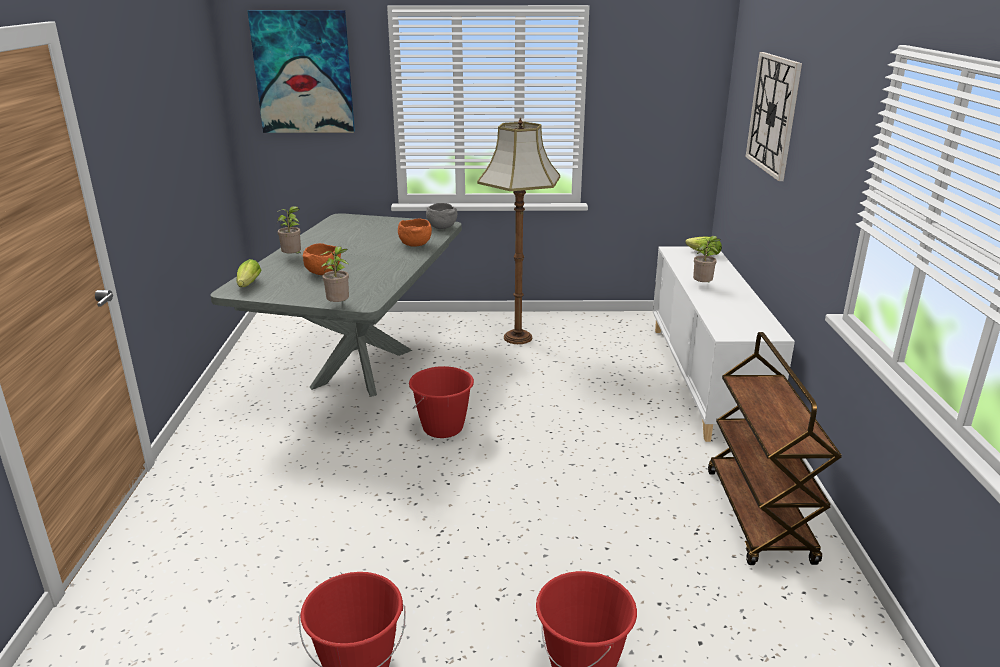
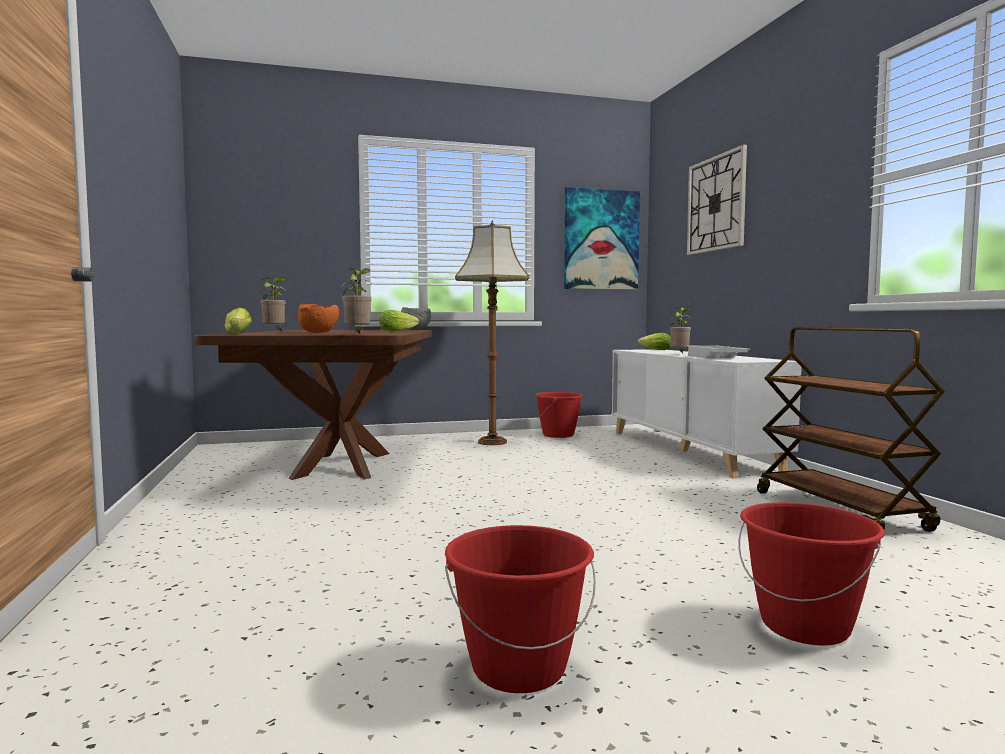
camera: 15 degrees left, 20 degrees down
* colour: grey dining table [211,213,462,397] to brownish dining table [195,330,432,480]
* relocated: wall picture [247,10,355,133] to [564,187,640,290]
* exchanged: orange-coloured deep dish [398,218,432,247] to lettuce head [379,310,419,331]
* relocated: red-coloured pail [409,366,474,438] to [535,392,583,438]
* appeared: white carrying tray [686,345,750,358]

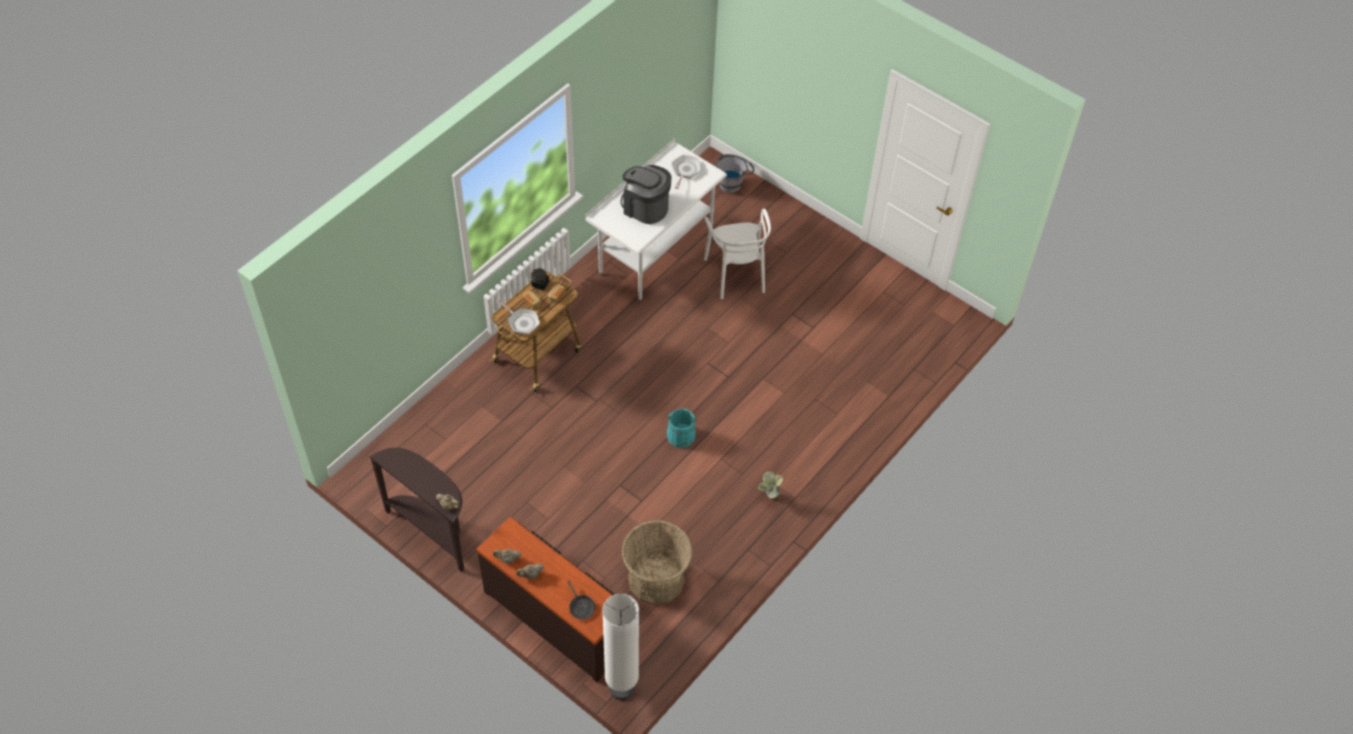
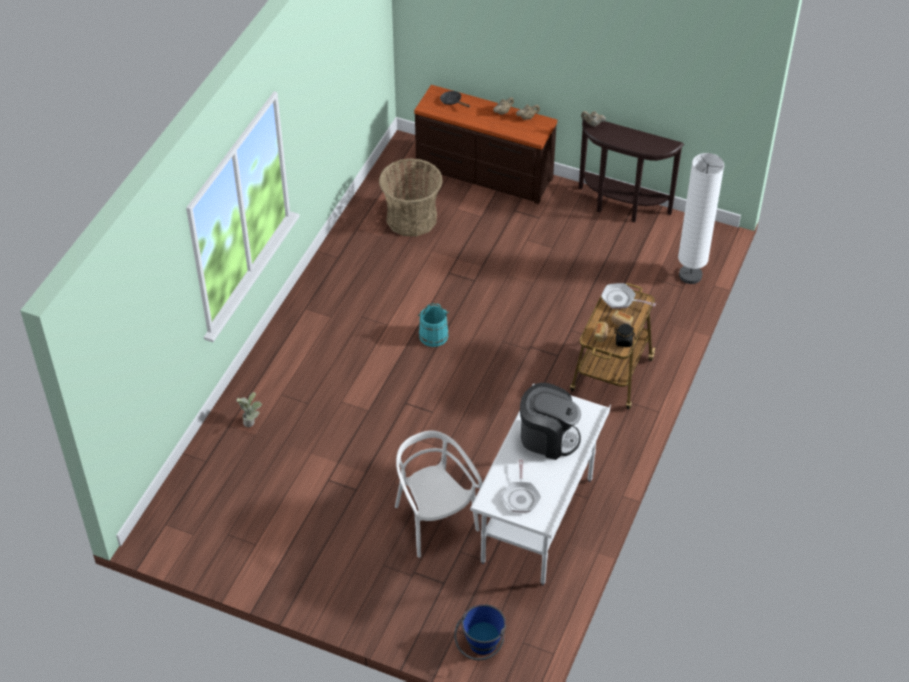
camera: 165 degrees right, 5 degrees down
* relocated: white standard lamp [602,594,639,700] to [678,153,724,284]
* colour: grey pail [715,154,754,193] to blue-coloured pail [454,604,506,660]
* relocated: plant in a pot [758,472,783,498] to [236,392,262,427]

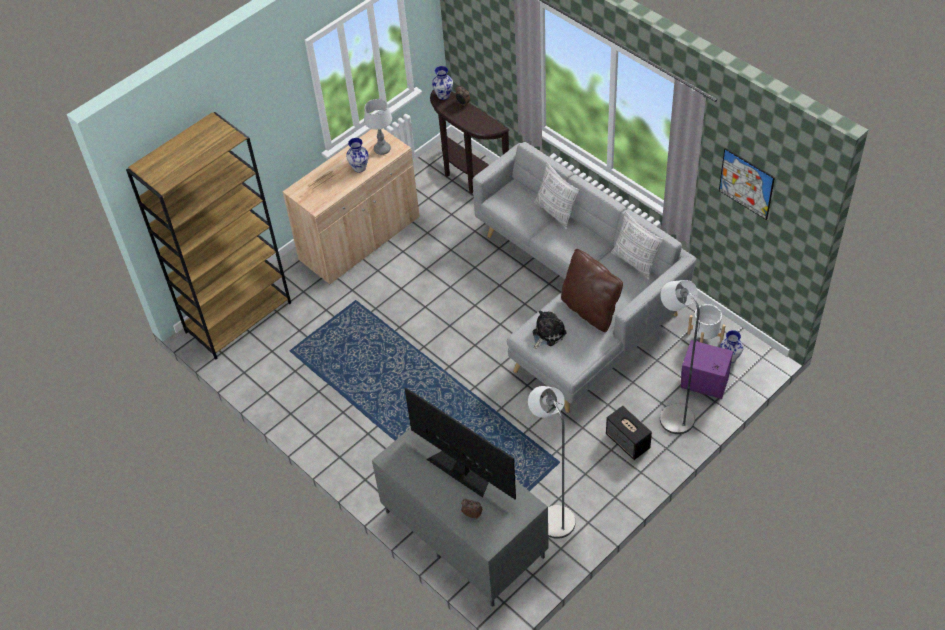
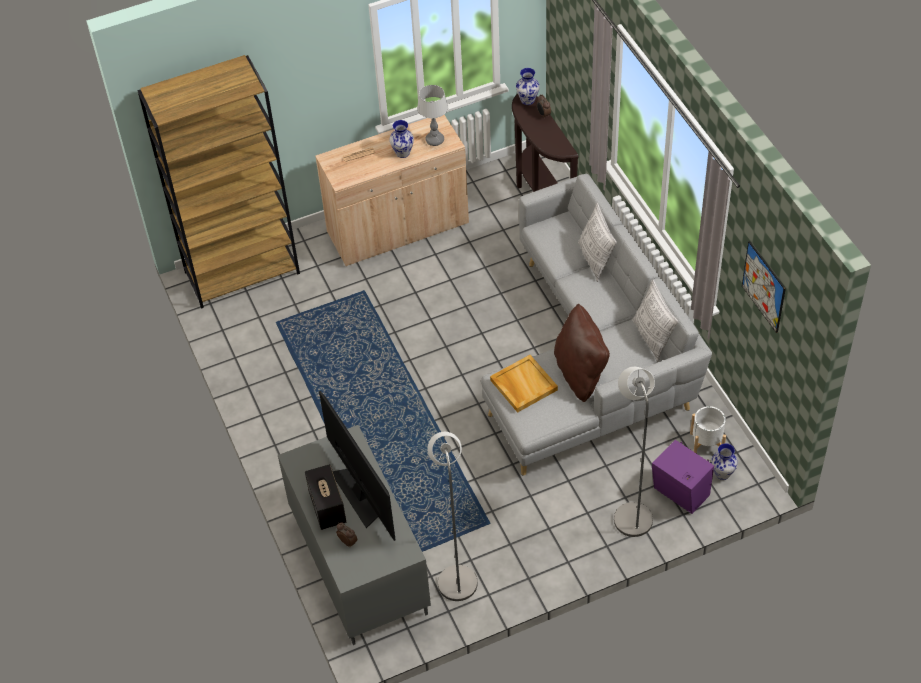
camera: 20 degrees right, 0 degrees up
* exchanged: soft toy [532,311,567,349] to beige carrying tray [490,355,558,413]
* relocated: audio speaker [606,406,652,460] to [305,464,346,530]

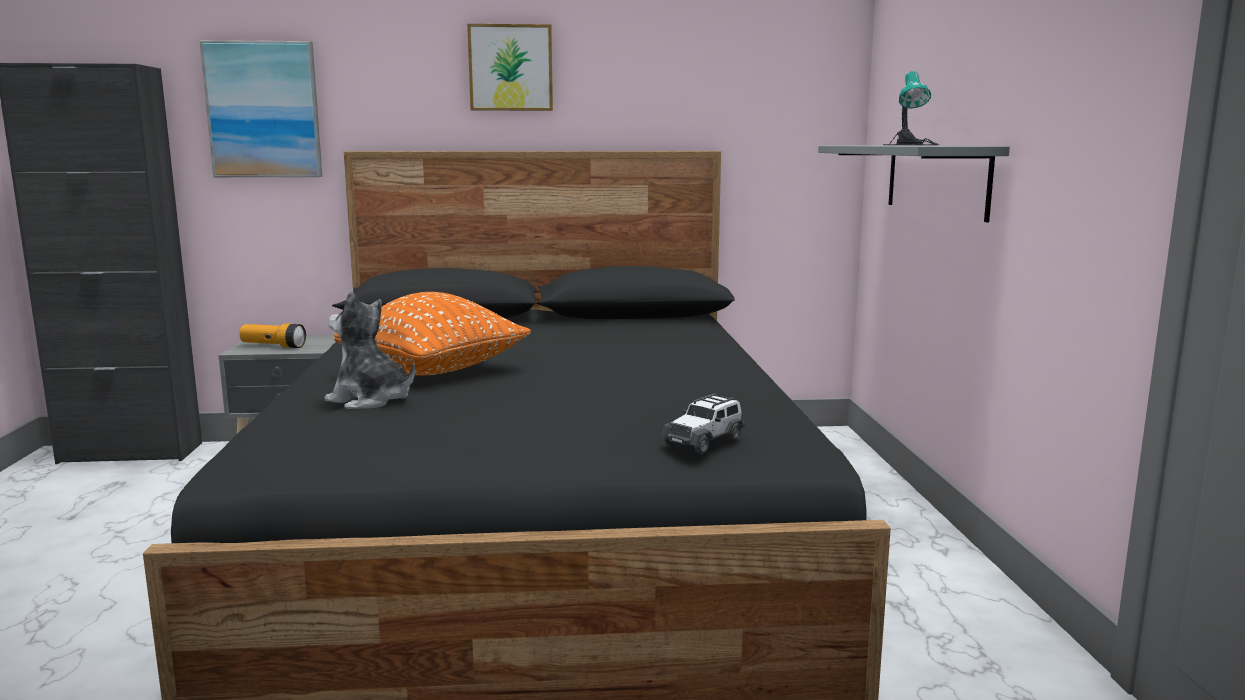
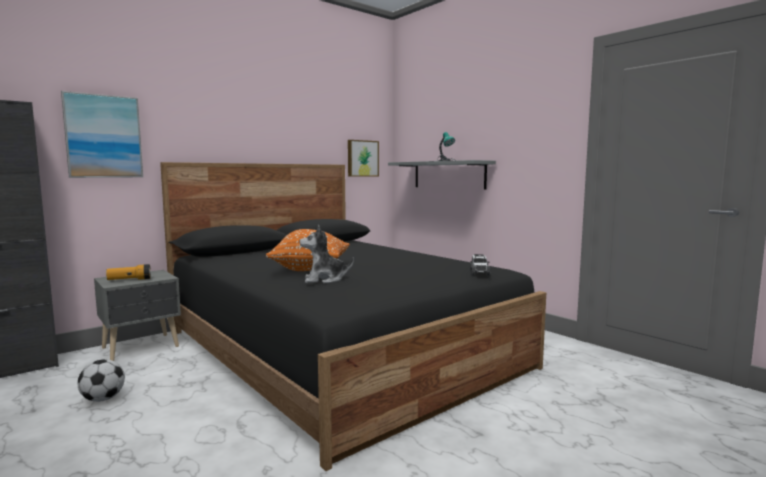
camera: 35 degrees left, 5 degrees down
* relocated: wall picture [467,24,553,111] to [348,140,379,177]
* appeared: football [78,359,125,402]

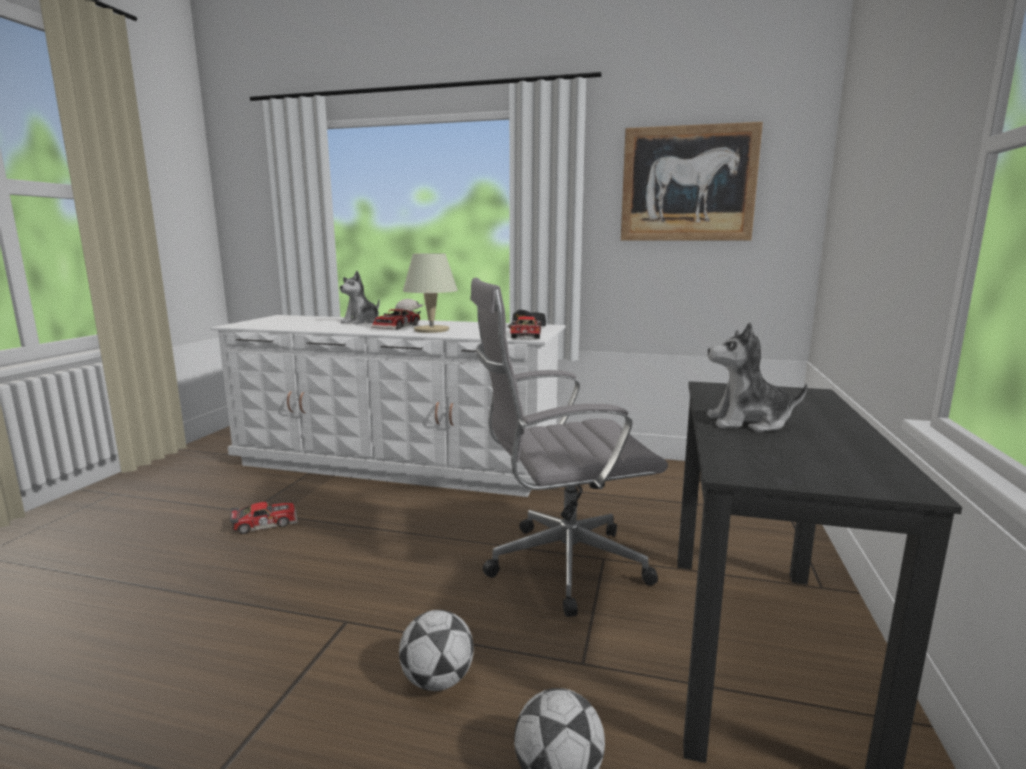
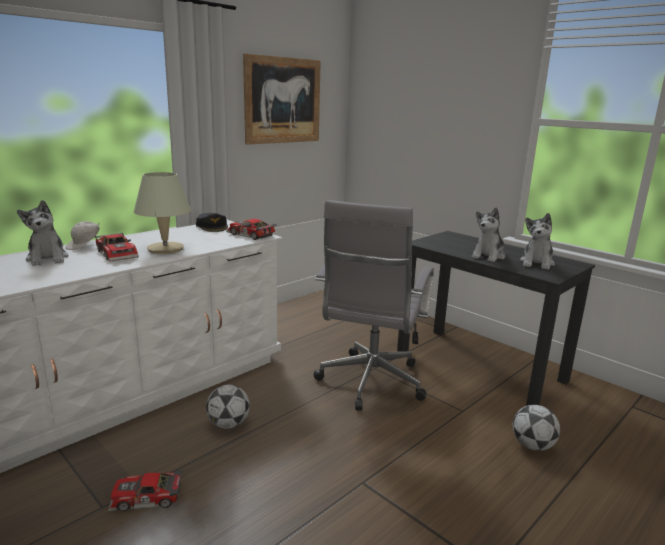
camera: 60 degrees left, 5 degrees up
* spun: miniature car [230,502,298,534] = [108,469,182,511] 105 degrees counterclockwise
* relocated: football [399,610,474,691] to [206,384,250,429]
* appeared: soft toy [520,213,555,270]

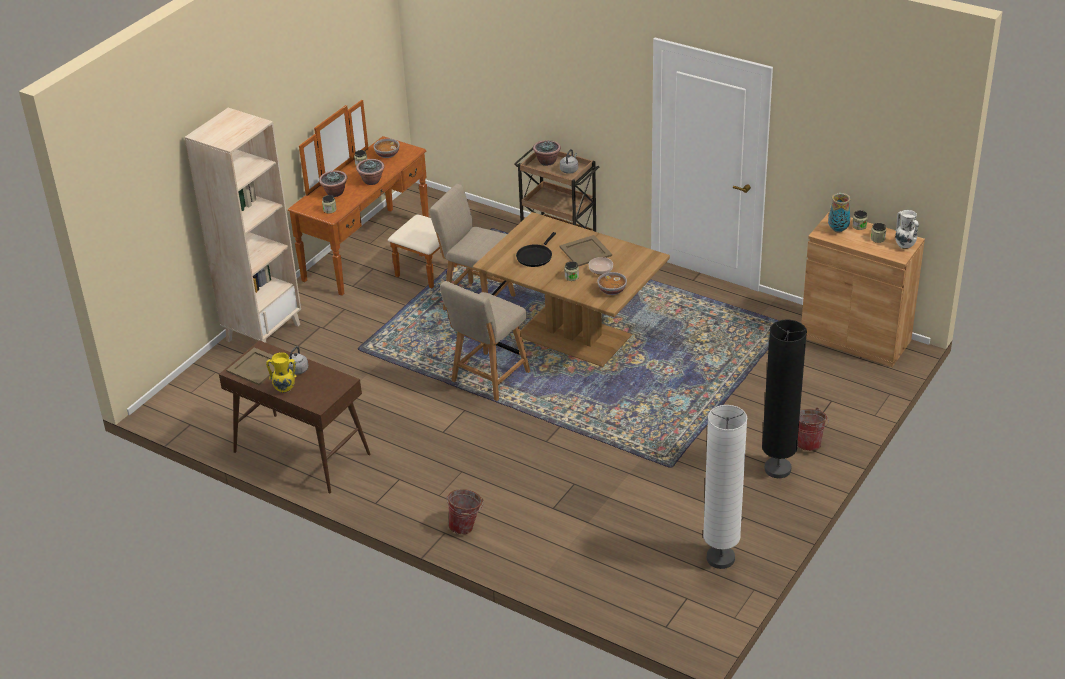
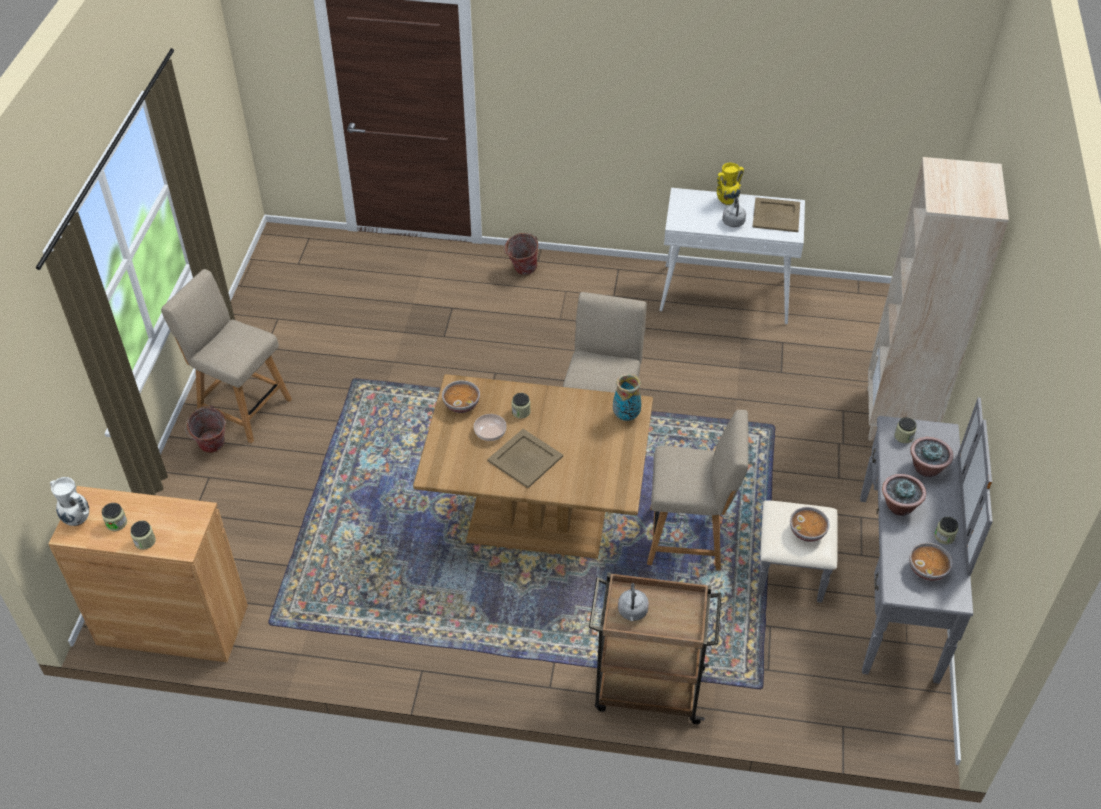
camera: 155 degrees right, 10 degrees up
* colour: brownish narrow table [219,340,370,494] to white narrow table [660,188,805,324]
* colour: brownish chest of drawers [288,100,457,296] to grey chest of drawers [757,397,993,684]
* missing: black-coloured frying pan [516,232,556,267]
* missing: plant in a pot [533,140,561,166]
* missing: white standard lamp [703,405,747,569]
* exchanged: black-coloured standard lamp [762,320,807,478] to beige chair [161,269,292,443]
* relocated: vase [828,193,851,233] to [613,373,641,421]
* appeared: deep dish [790,507,830,542]

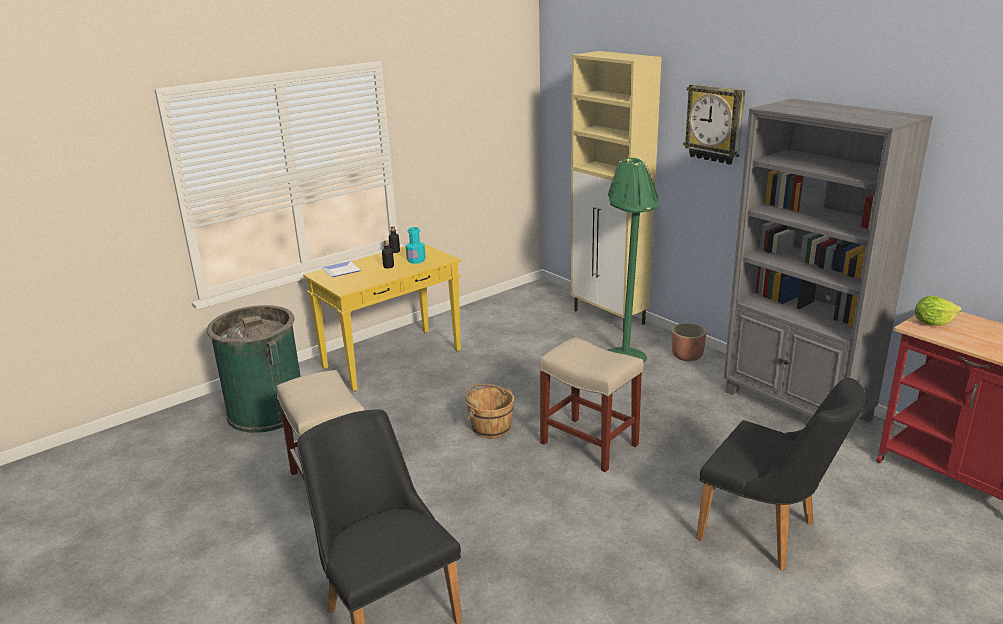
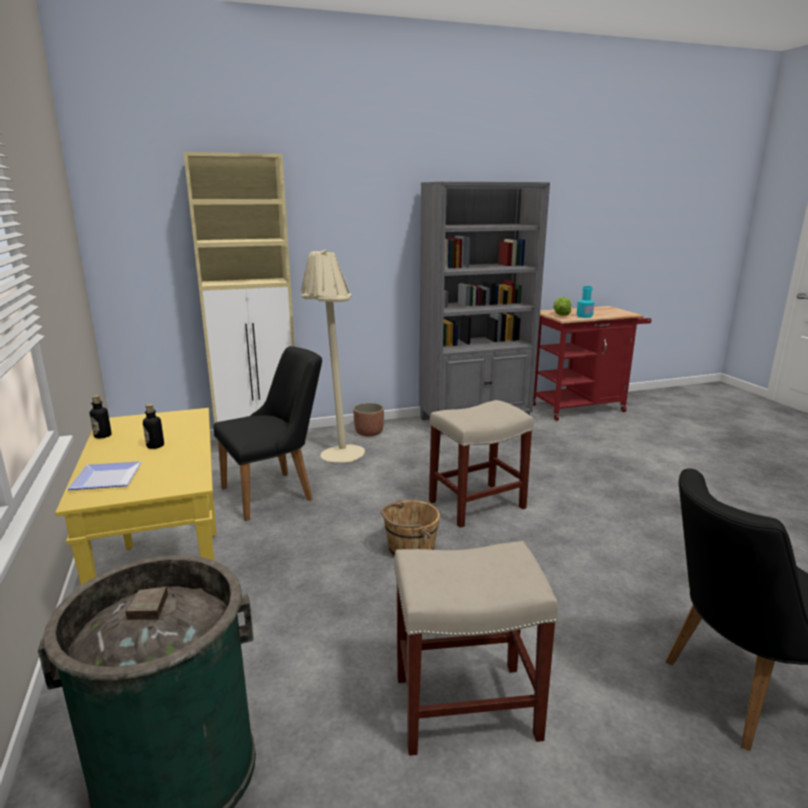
camera: 70 degrees left, 5 degrees down
* relocated: turquoise-coloured drink bottle [406,227,426,264] to [577,286,595,318]
* colour: greenish standard lamp [607,158,660,363] to beige standard lamp [301,249,365,463]
* missing: clock on the wall [683,84,745,165]
* relocated: black-coloured chair [696,378,866,570] to [213,346,322,521]

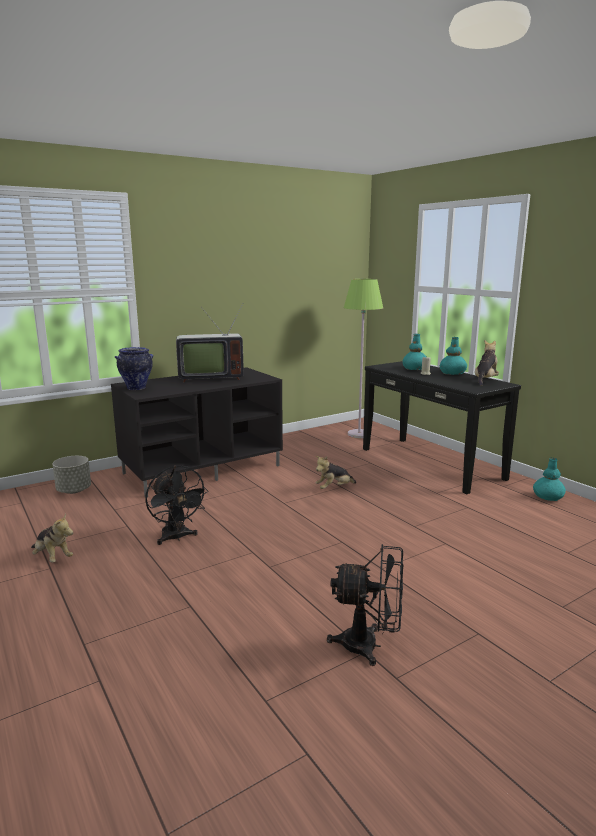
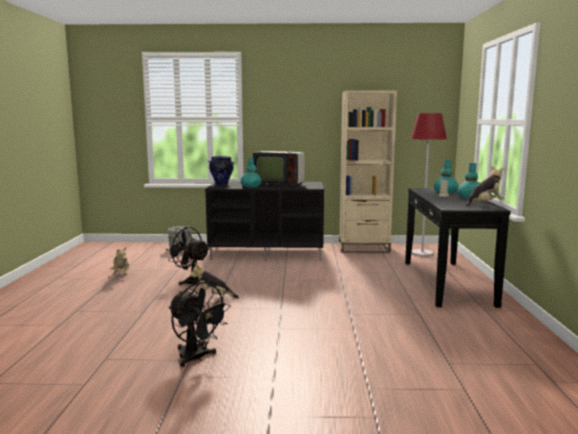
camera: 35 degrees right, 5 degrees down
* spun: black-coloured electric fan [145,465,208,545] = [165,227,210,285] 120 degrees clockwise
* relocated: soft toy [316,456,356,489] to [190,263,239,298]
* colour: greenish standard lamp [344,279,383,438] to red-coloured standard lamp [410,113,447,257]
* relocated: turquoise-coloured vase [533,458,566,501] to [241,158,262,187]
* appeared: beige bookshelf [339,90,397,253]

